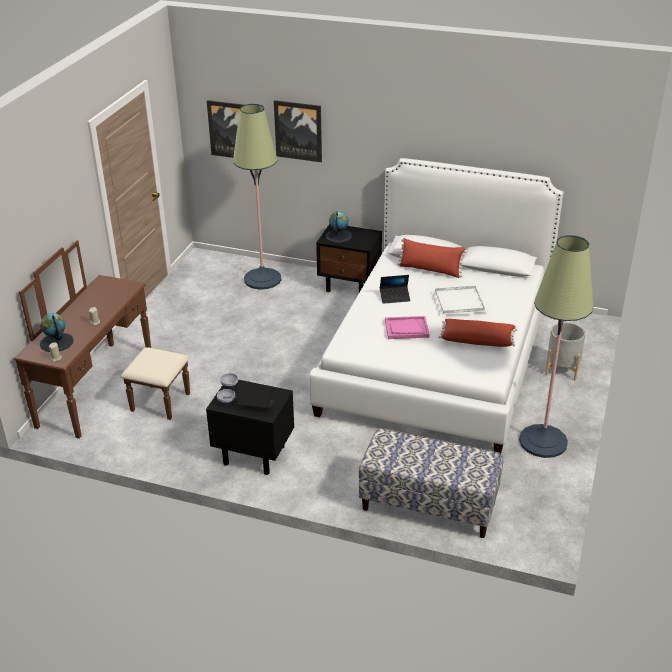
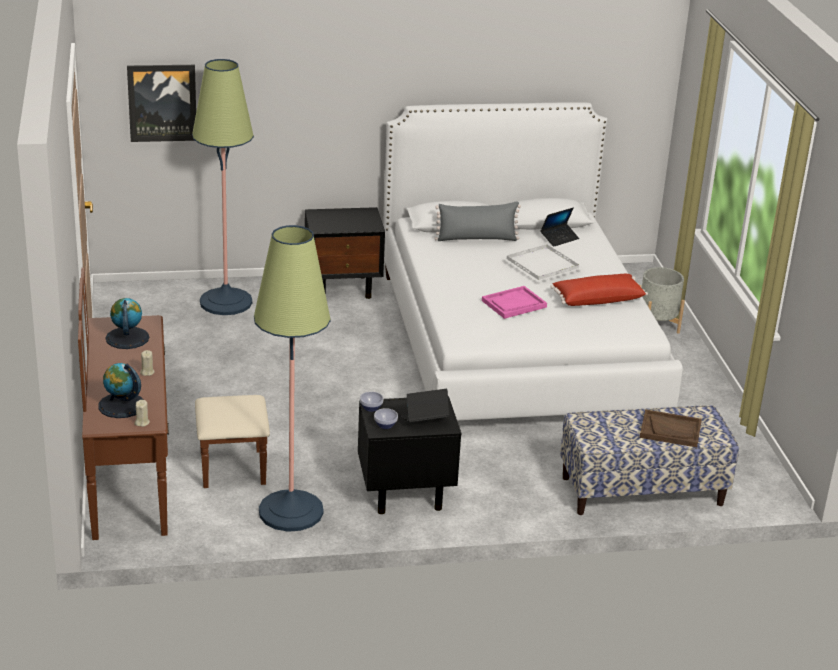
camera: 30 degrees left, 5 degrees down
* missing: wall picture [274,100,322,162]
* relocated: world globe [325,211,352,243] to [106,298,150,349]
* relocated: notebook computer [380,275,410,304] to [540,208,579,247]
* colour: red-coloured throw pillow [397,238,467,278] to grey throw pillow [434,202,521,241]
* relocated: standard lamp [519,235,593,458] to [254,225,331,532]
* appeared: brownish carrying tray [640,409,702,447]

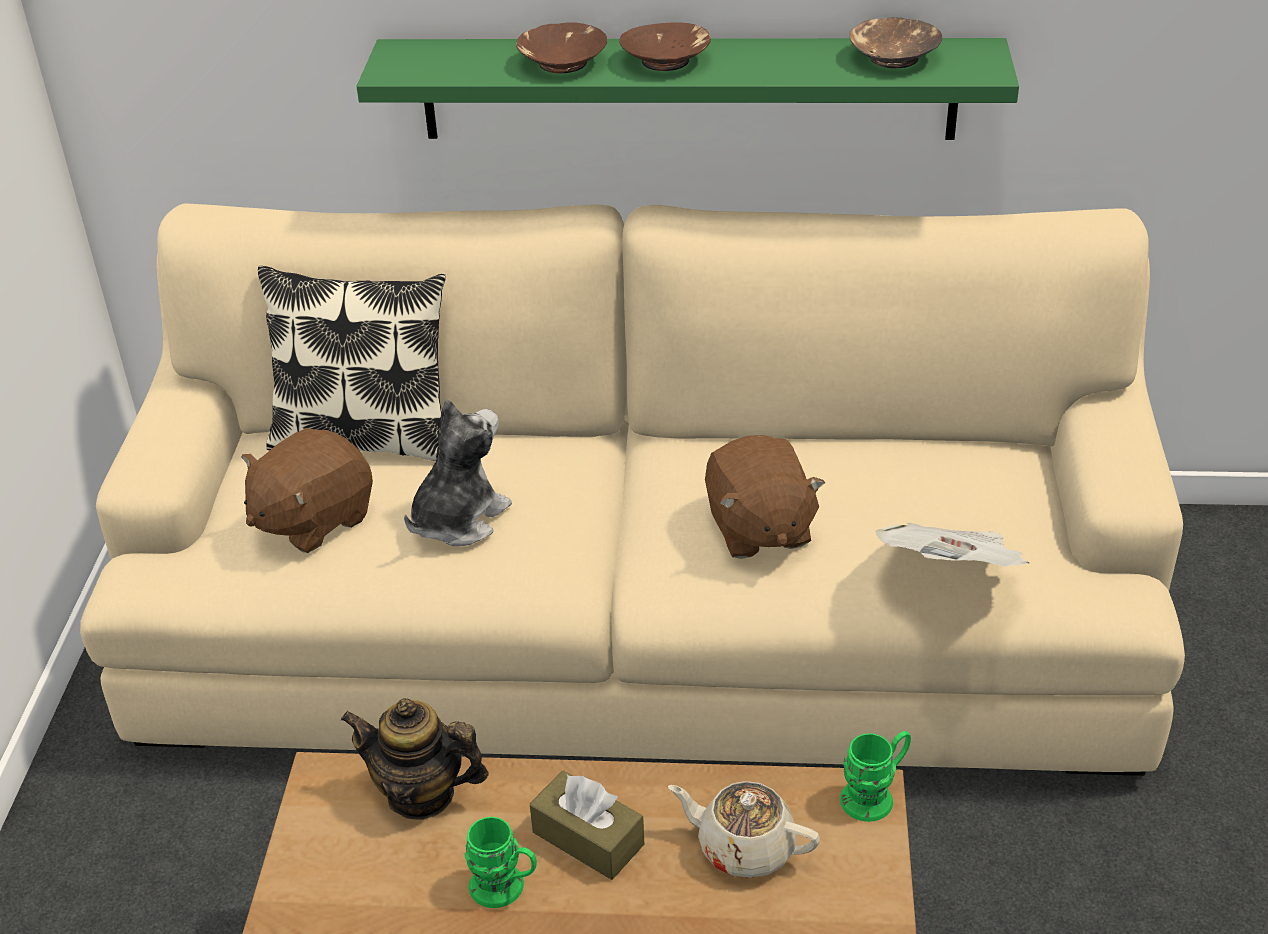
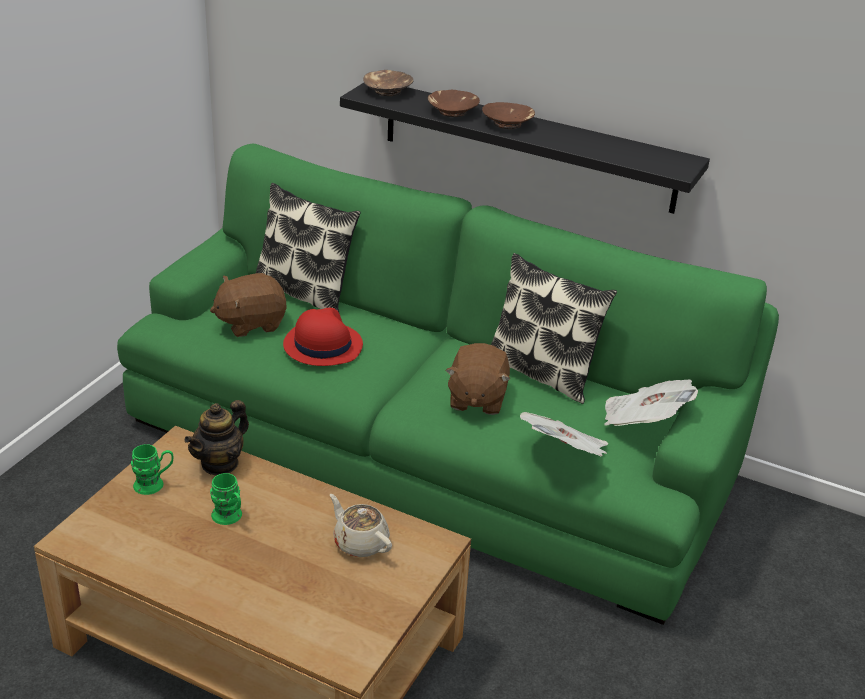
camera: 20 degrees right, 5 degrees down
* colour: beige couch [80,204,1185,776] to greenish couch [117,144,779,625]
* spun: tea pot [341,698,489,820] = [184,400,249,476] 90 degrees counterclockwise
* colour: greenish wall shelf [356,38,1019,140] to black-coloured wall shelf [340,83,710,214]
* exchanged: soft toy [404,399,512,546] to red-coloured wearable hat [283,308,363,366]
* missing: brownish tissue holder [530,770,644,880]
* relocated: greenish tea mug [840,731,911,822] to [131,444,173,495]
* relocated: brownish deep dish [849,17,942,68] to [363,70,414,96]
* appeared: throw pillow [491,253,617,404]
* appeared: printed paper [604,379,698,426]

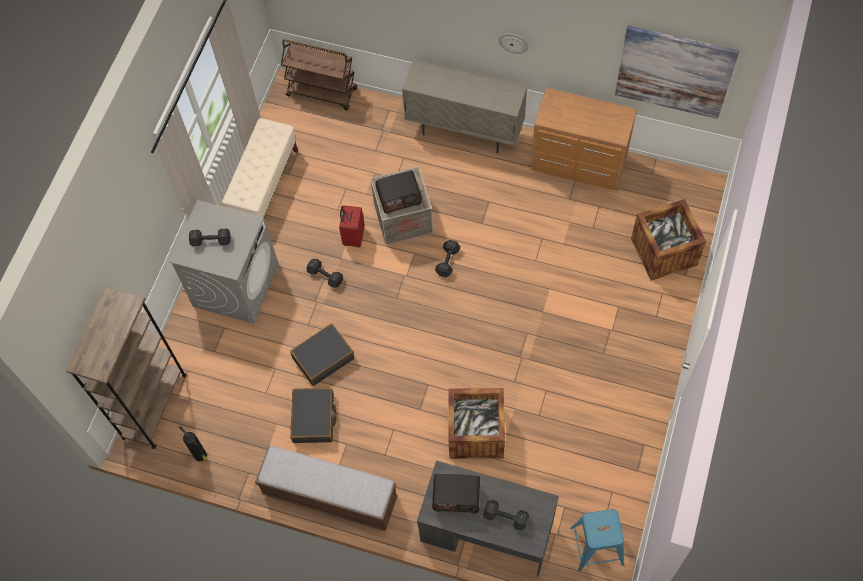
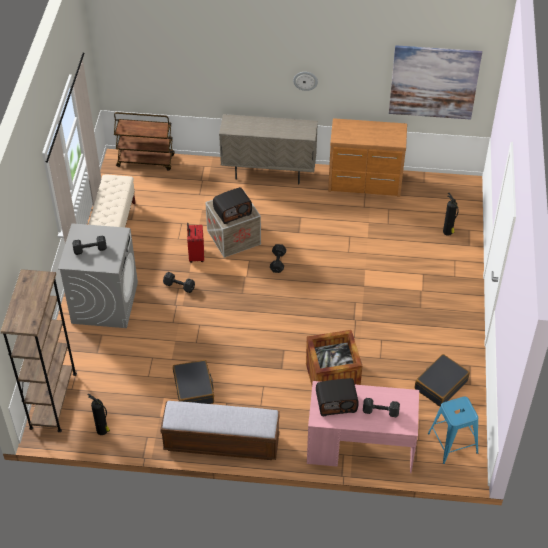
camera: 15 degrees left, 15 degrees down
* relocated: black-coloured travel case [290,324,355,386] to [415,354,470,407]
* colour: grey desk table [417,461,559,577] to pink-coloured desk table [307,381,419,473]
* exchanged: crate [631,199,706,281] to fire-fighting cylinder [443,193,459,236]

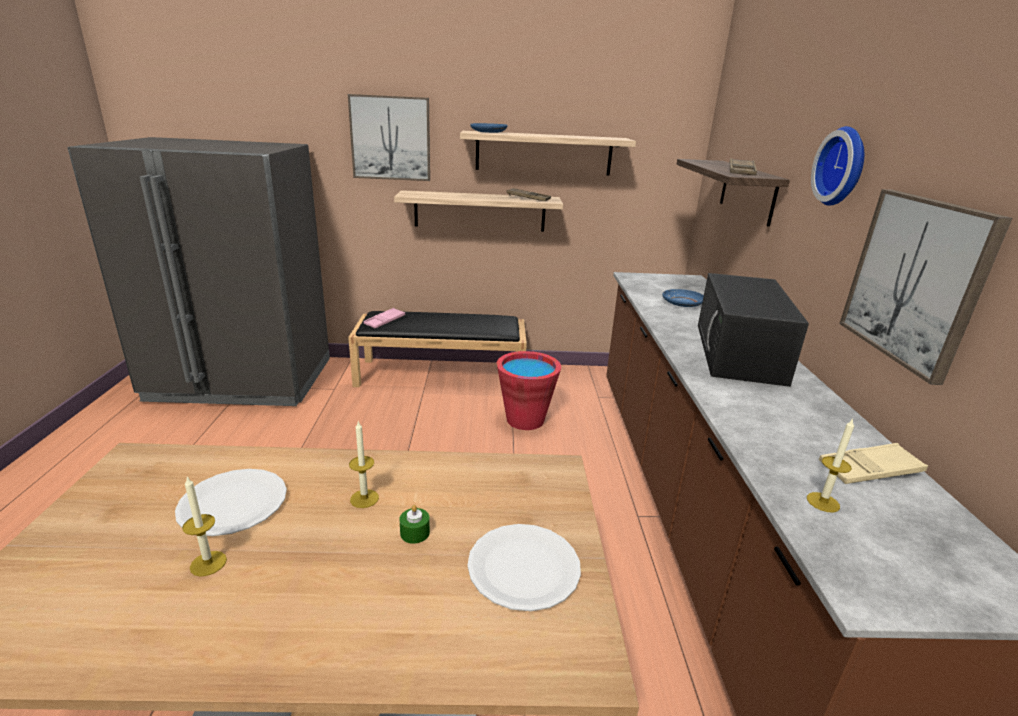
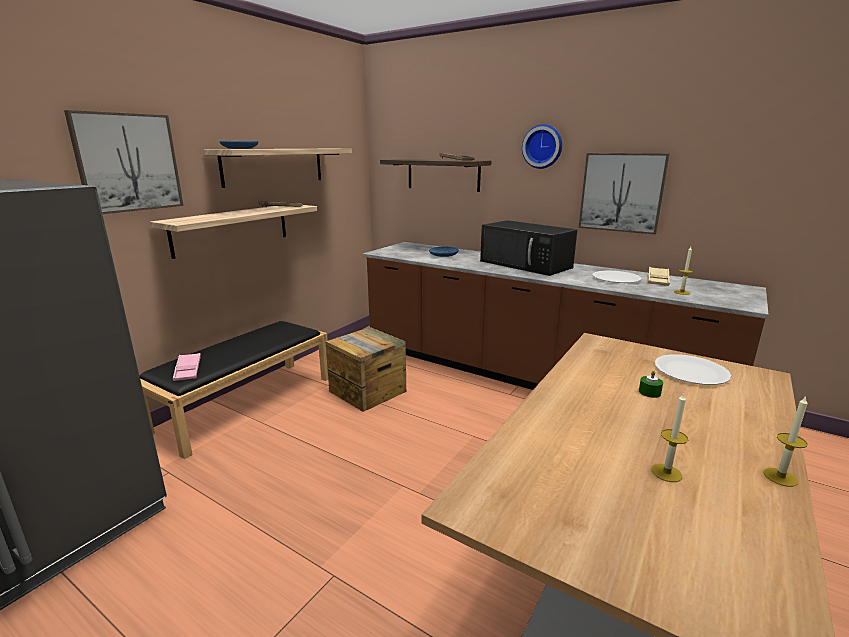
camera: 55 degrees left, 5 degrees down
* relocated: white dinner plate [175,469,287,536] to [593,271,641,283]
* relocated: wax light [349,420,379,508] to [763,395,808,487]
* exchanged: red-coloured pail [497,351,561,430] to crate [325,327,406,412]

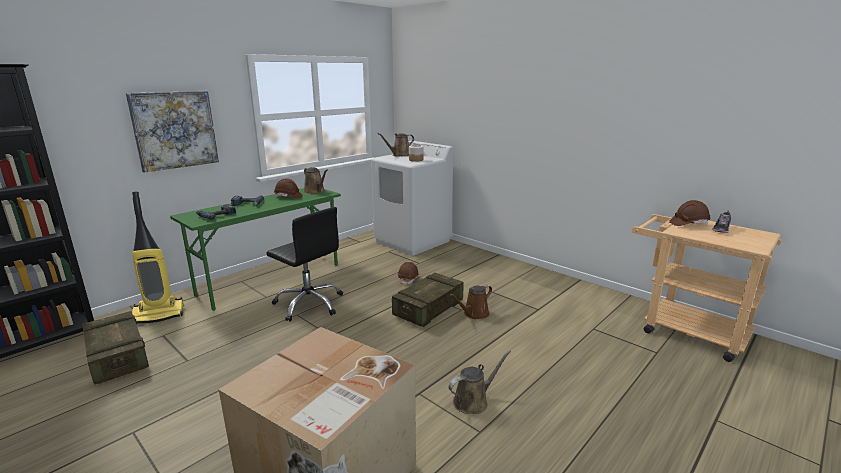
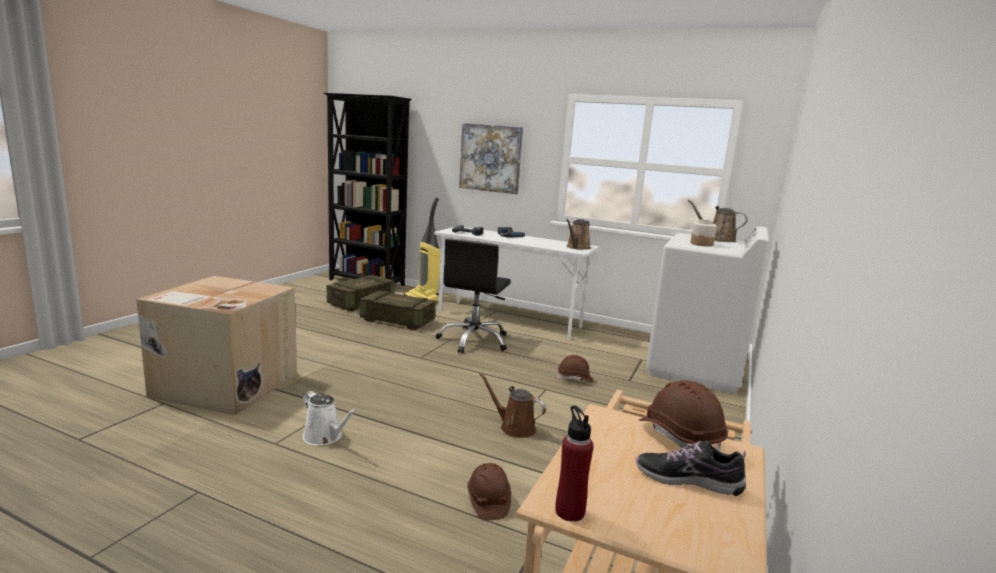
camera: 70 degrees right, 5 degrees down
* colour: greenish desk table [170,188,341,311] to white desk table [434,227,600,340]
* relocated: brownish safety helmet [274,178,303,199] to [467,463,511,520]
* relocated: crate [392,273,464,327] to [360,291,436,330]
* colour: brownish watering can [448,350,511,414] to white watering can [303,391,357,446]
* appeared: red-coloured drink bottle [555,406,594,522]

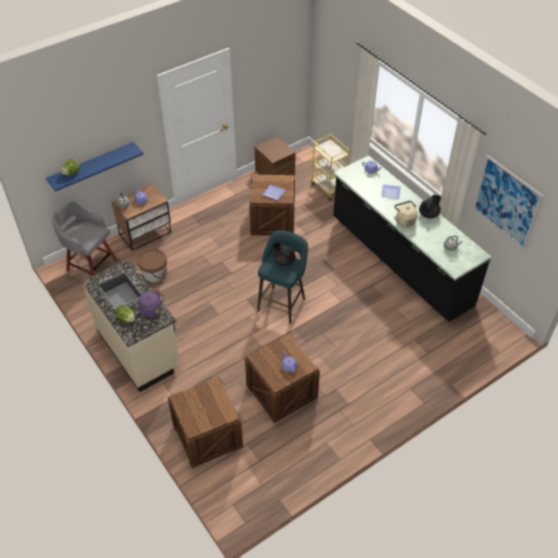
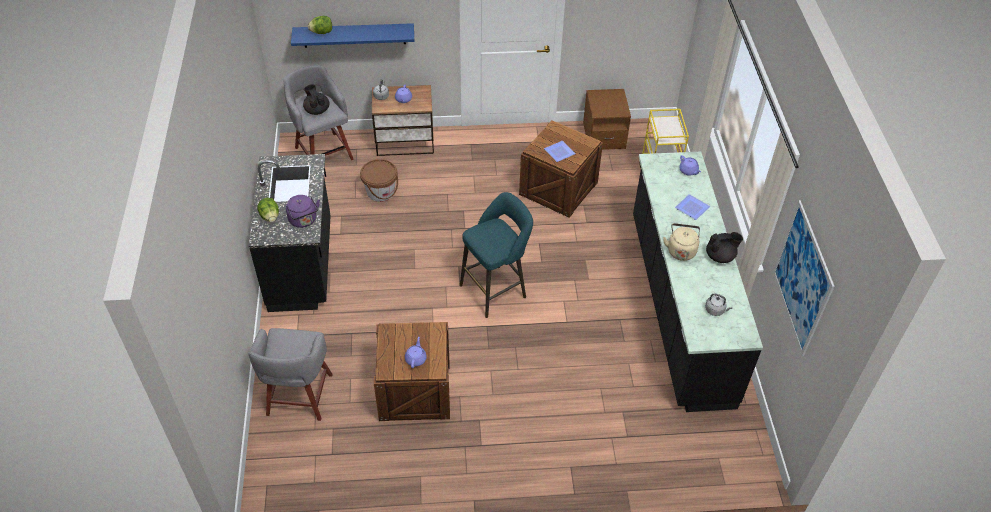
camera: 30 degrees right, 0 degrees up
* colour: beige kitchen counter [82,259,180,392] to black-coloured kitchen counter [249,154,331,312]
* exchanged: crate [167,377,243,468] to grey sitting stool [249,328,333,421]
* relocated: black-coloured tea pot [272,242,295,266] to [303,84,330,115]

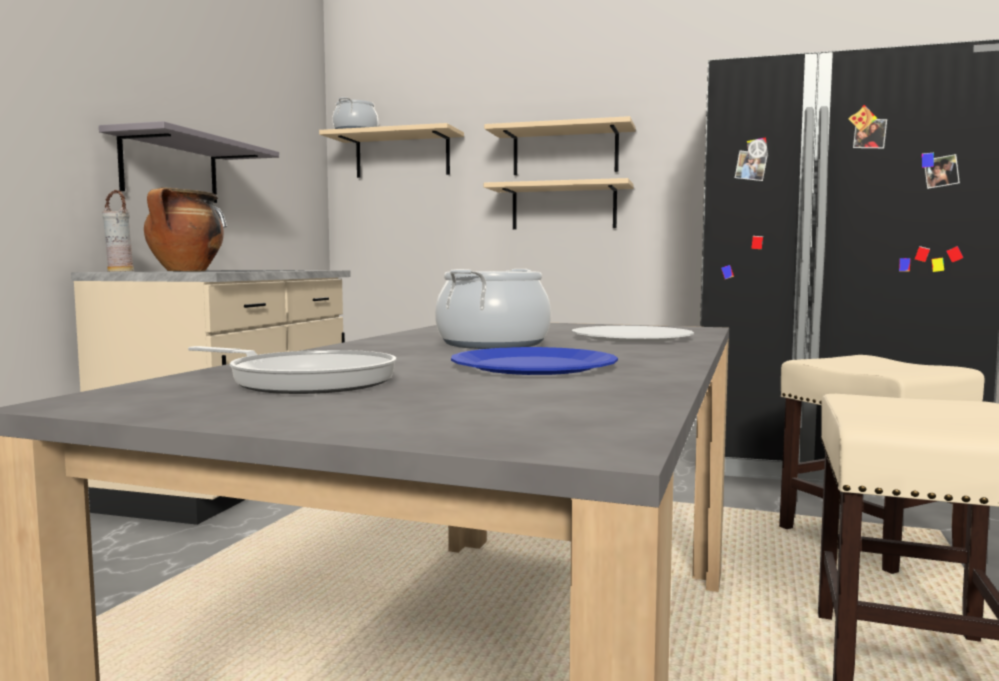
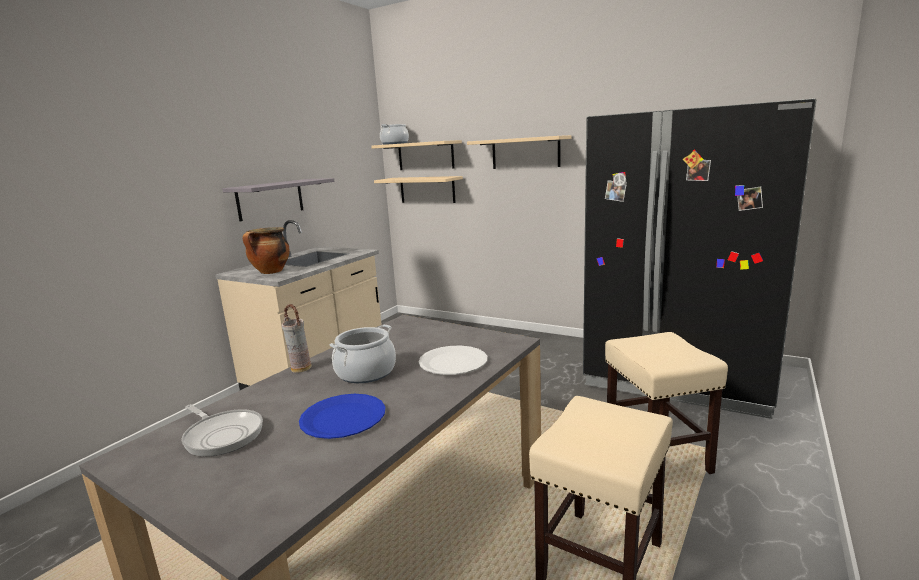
camera: 15 degrees right, 10 degrees up
* relocated: vase [102,190,134,272] to [282,304,312,373]
* relocated: beige wall shelf [484,178,634,229] to [374,176,463,203]

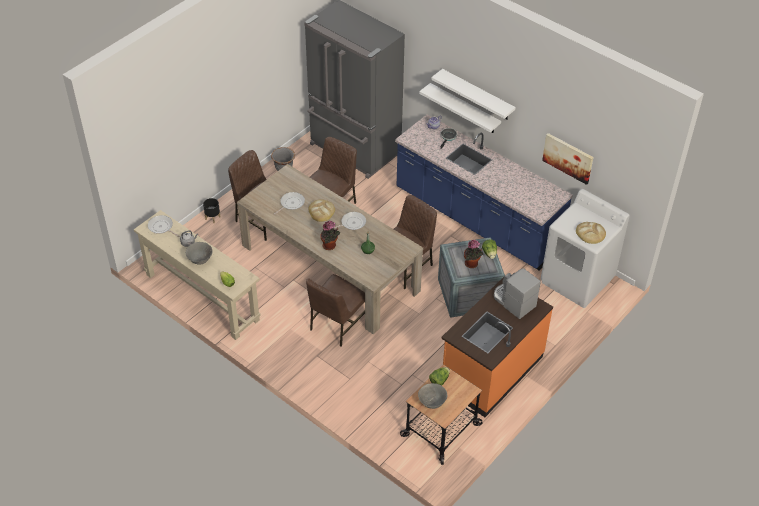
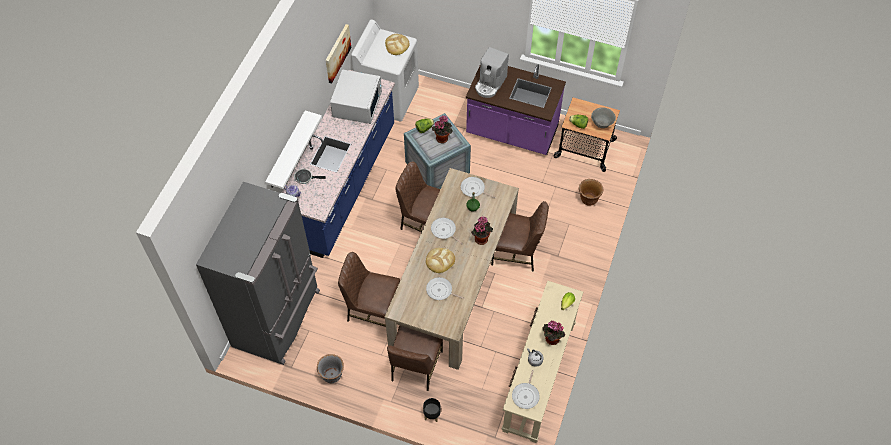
camera: 110 degrees left, 10 degrees up
* exchanged: grey deep dish [186,242,212,265] to plant in a pot [542,320,565,345]
* missing: white wall shelf [431,69,516,120]
* colour: orange-coloured kitchen counter [441,277,553,417] to purple kitchen counter [466,65,566,155]
* appeared: white kitchen microwave [330,69,382,124]
* appeared: frying pan [461,177,496,198]
* appeared: brownish flower pot [579,179,603,206]

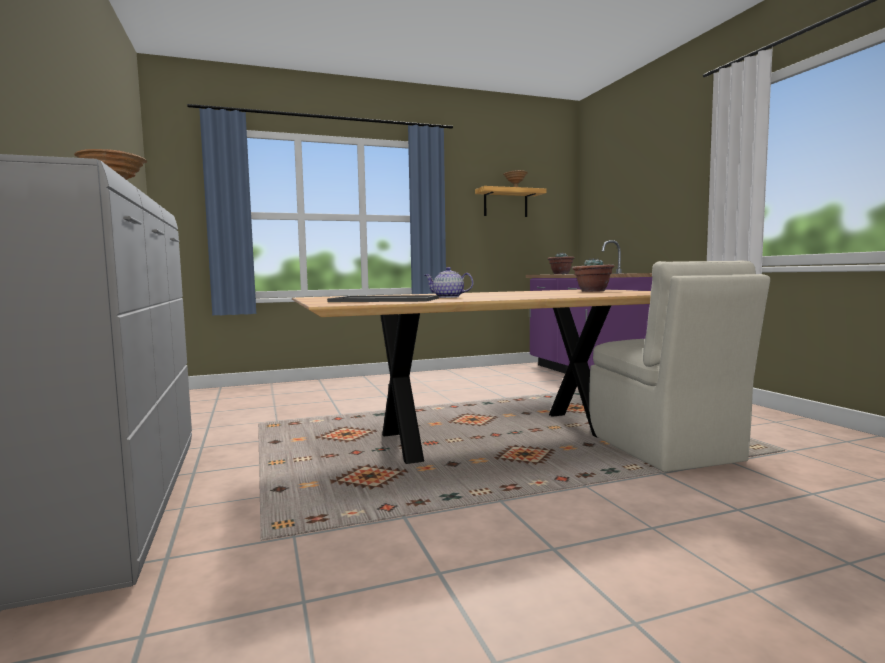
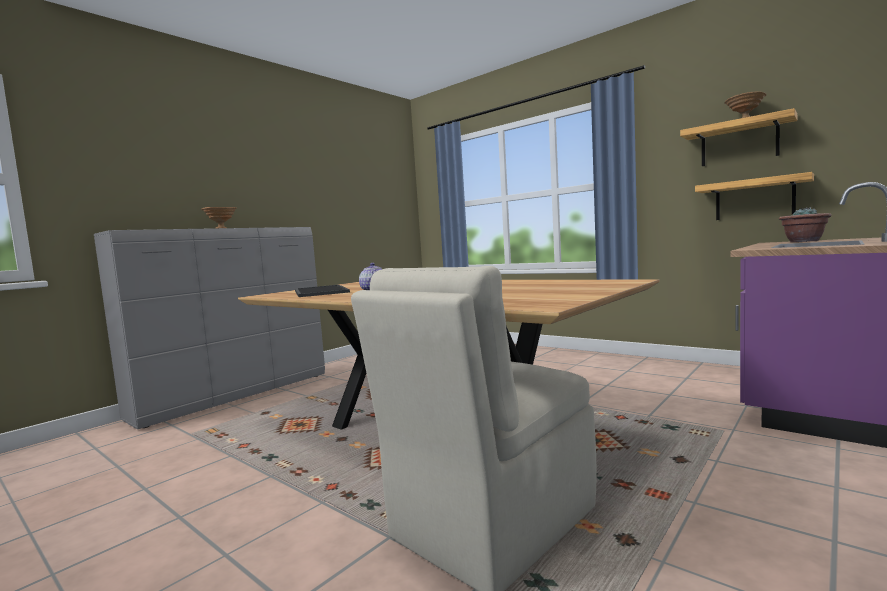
camera: 60 degrees right, 0 degrees up
* missing: plant in a pot [572,258,615,292]
* appeared: wall shelf [695,172,814,220]

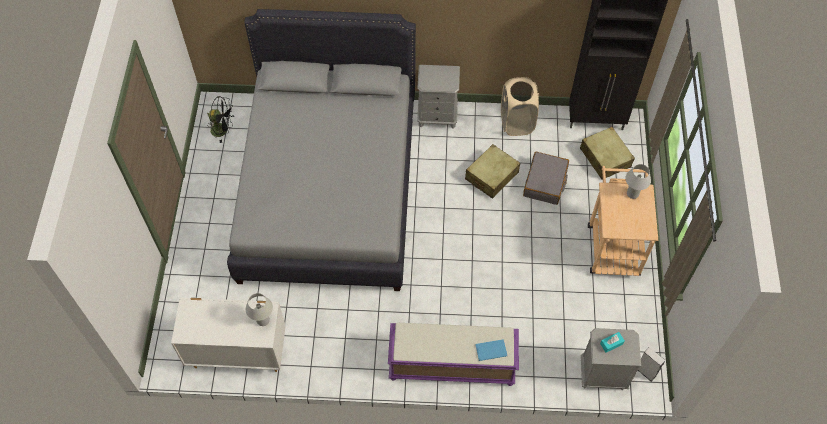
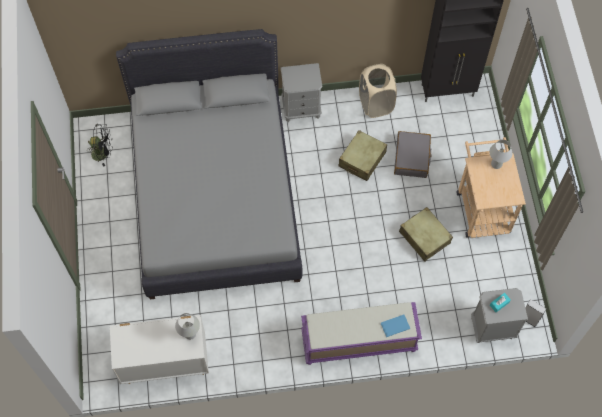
camera: 10 degrees left, 5 degrees up
* relocated: beige travel case [580,127,635,180] to [399,207,453,262]

